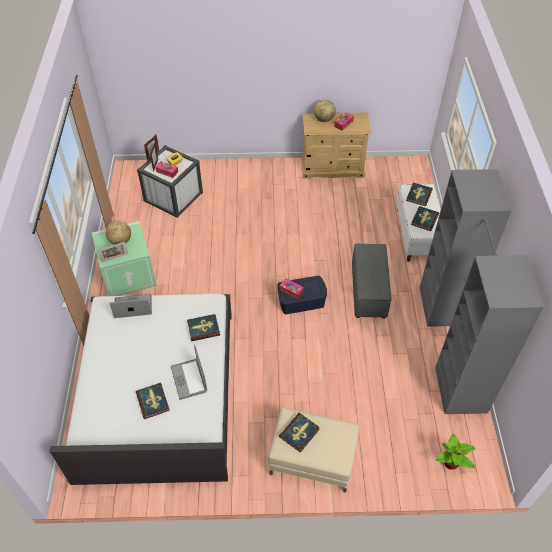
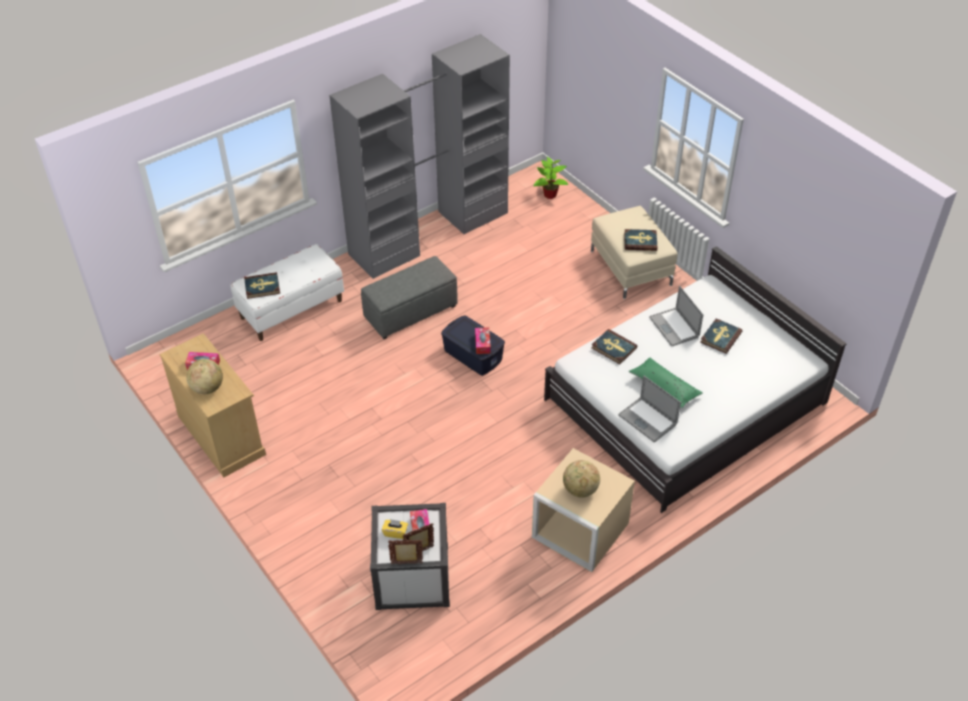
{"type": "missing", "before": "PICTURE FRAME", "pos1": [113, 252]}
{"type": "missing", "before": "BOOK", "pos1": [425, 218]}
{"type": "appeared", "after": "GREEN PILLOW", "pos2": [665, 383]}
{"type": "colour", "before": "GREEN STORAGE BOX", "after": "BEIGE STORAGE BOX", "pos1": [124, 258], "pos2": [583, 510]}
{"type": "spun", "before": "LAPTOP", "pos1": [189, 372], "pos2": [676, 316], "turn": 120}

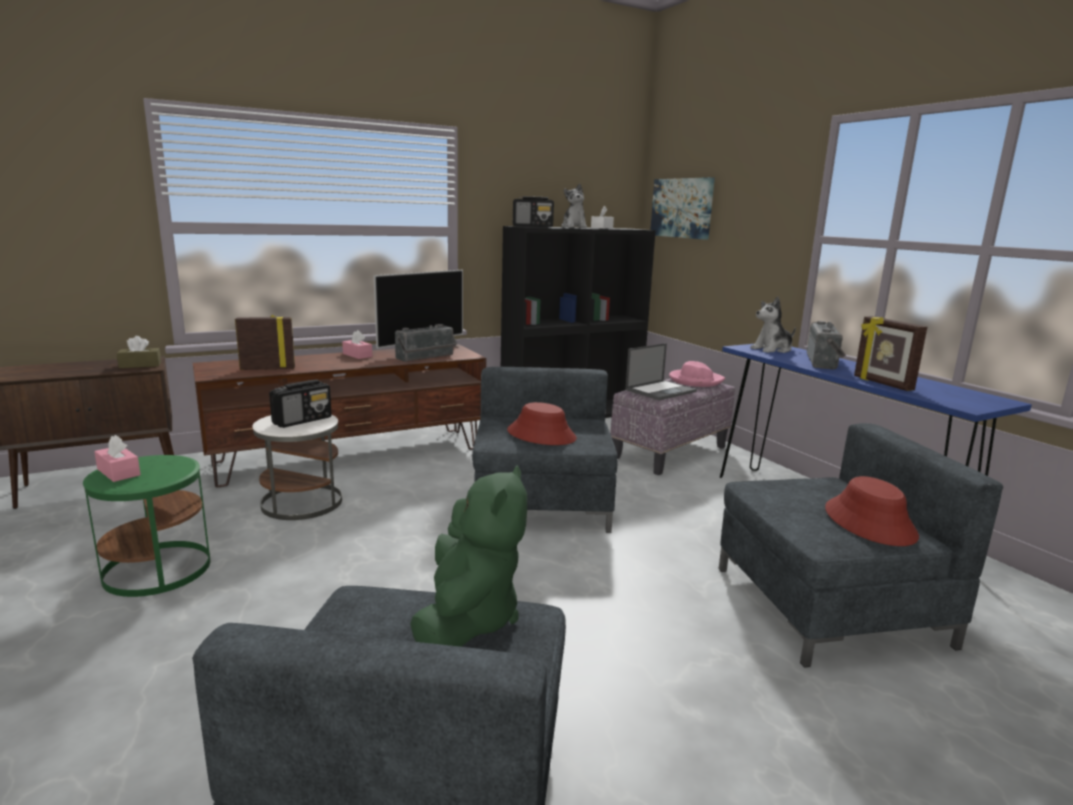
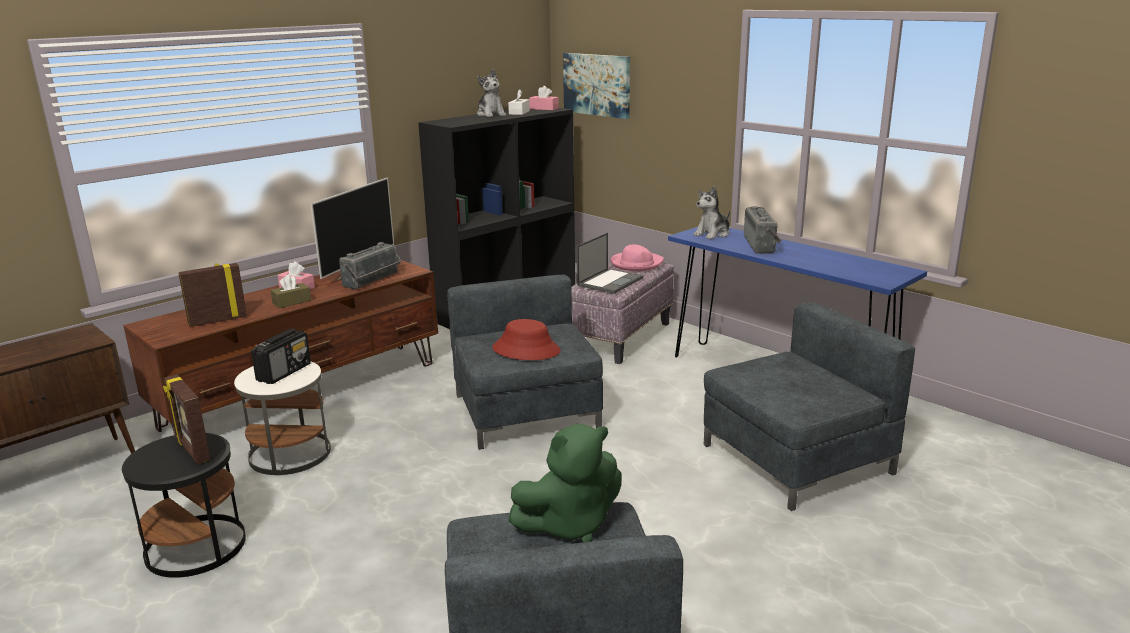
{"type": "missing", "before": "RADIO", "pos1": [533, 211]}
{"type": "missing", "before": "RED HAT", "pos1": [872, 511]}
{"type": "relocated", "before": "PINK TISSUE BOX", "pos1": [117, 458], "pos2": [544, 98]}
{"type": "relocated", "before": "BROWN TISSUE BOX", "pos1": [139, 352], "pos2": [291, 291]}
{"type": "relocated", "before": "PICTURE FRAME", "pos1": [890, 353], "pos2": [187, 419]}
{"type": "colour", "before": "GREEN SIDE TABLE", "after": "BLACK SIDE TABLE", "pos1": [147, 526], "pos2": [184, 505]}
{"type": "spun", "before": "GREEN PLUSH TOY", "pos1": [468, 556], "pos2": [565, 483], "turn": 75}

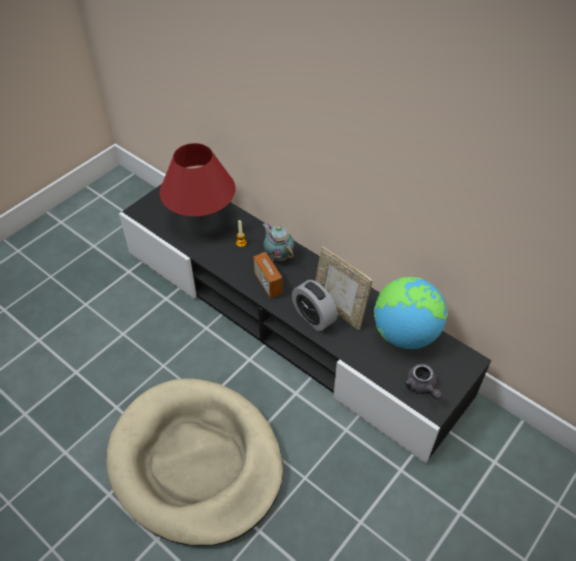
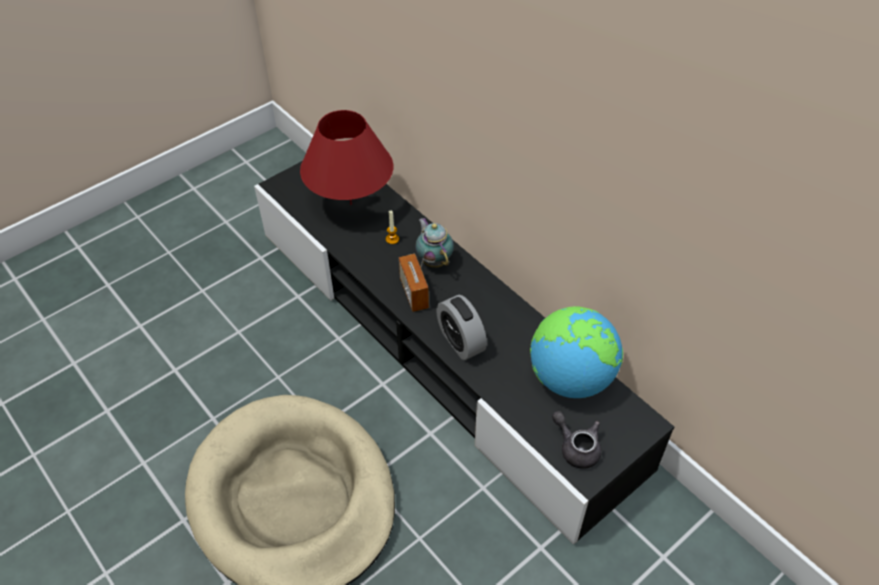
{"type": "missing", "before": "PICTURE FRAME", "pos1": [344, 288]}
{"type": "spun", "before": "GREY TEAPOT", "pos1": [423, 381], "pos2": [577, 440], "turn": 150}

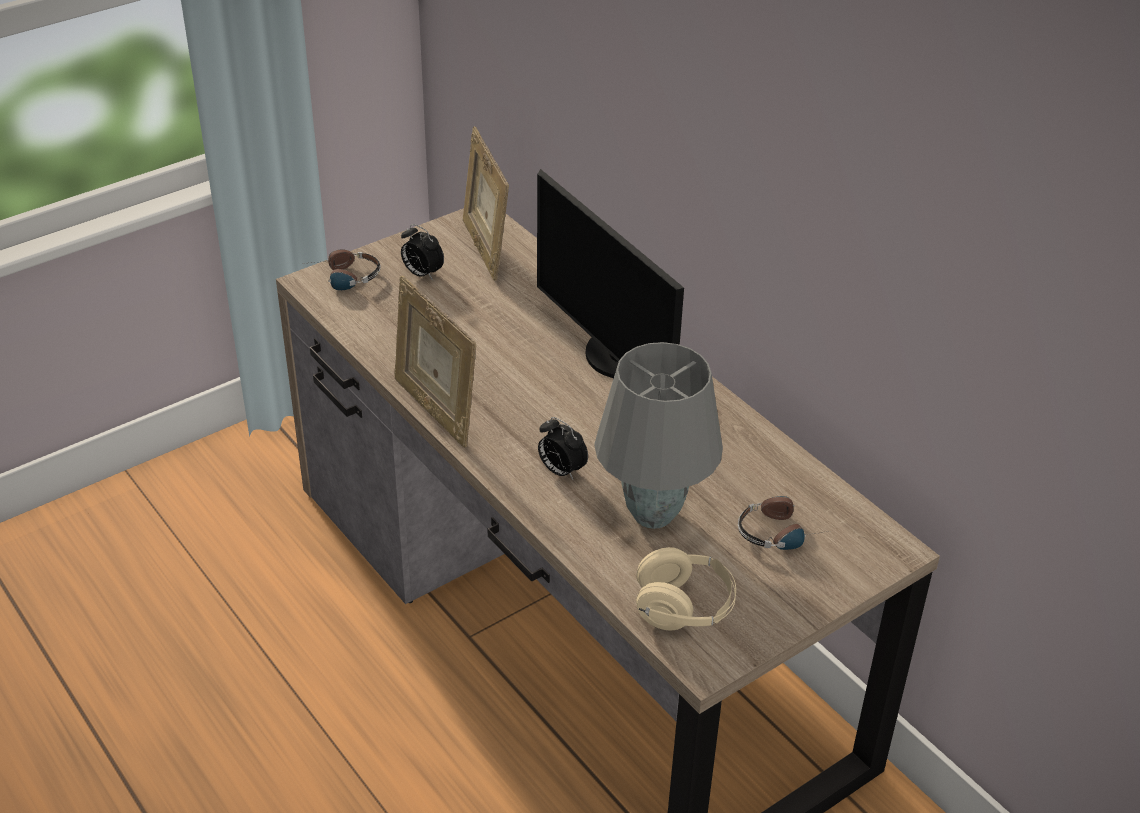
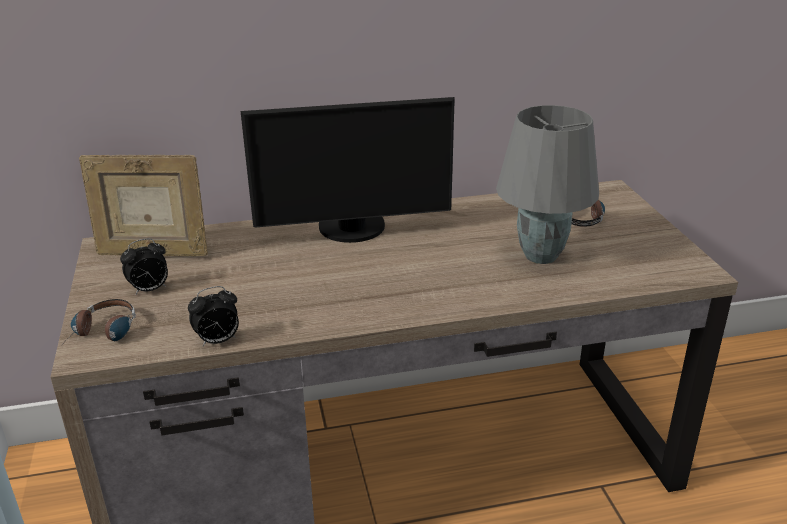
{"type": "missing", "before": "PICTURE FRAME", "pos1": [435, 361]}
{"type": "missing", "before": "BEIGE HEADPHONES", "pos1": [686, 589]}
{"type": "relocated", "before": "ALARM CLOCK", "pos1": [563, 448], "pos2": [213, 316]}

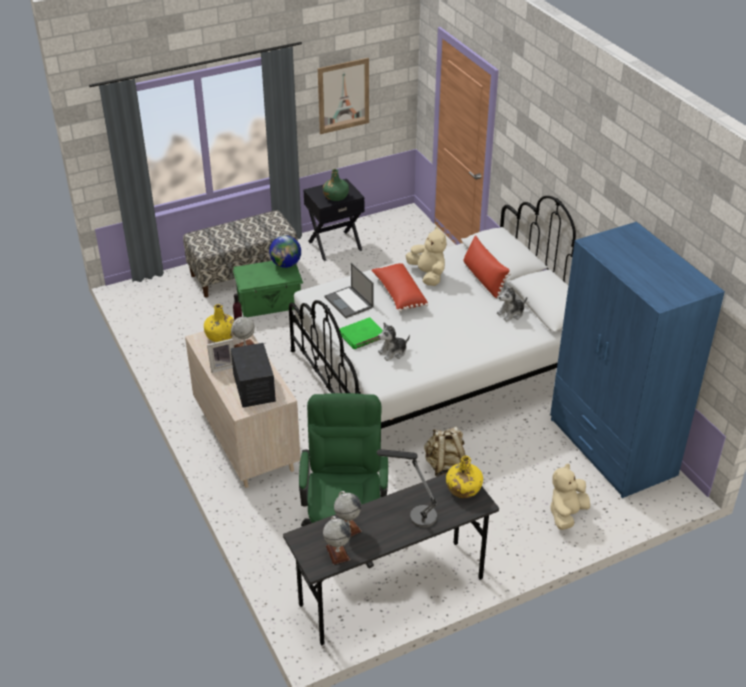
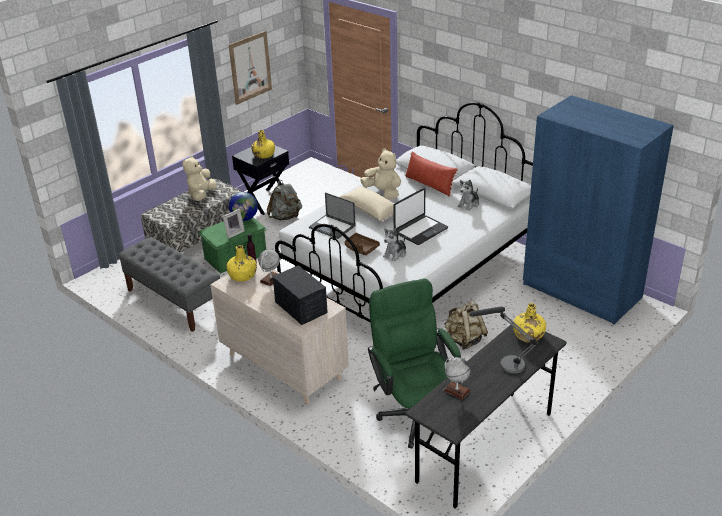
{"type": "missing", "before": "GLOBE", "pos1": [337, 540]}
{"type": "appeared", "after": "GREY BENCH", "pos2": [169, 284]}
{"type": "appeared", "after": "GREY BACKPACK", "pos2": [284, 200]}
{"type": "appeared", "after": "LAPTOP", "pos2": [420, 216]}
{"type": "relocated", "before": "PICTURE FRAME", "pos1": [220, 355], "pos2": [234, 224]}
{"type": "relocated", "before": "BEIGE PLUSH TOY", "pos1": [570, 497], "pos2": [199, 178]}
{"type": "exchanged", "before": "GREEN BOOK", "after": "BROWN TRAY", "pos1": [361, 333], "pos2": [362, 244]}
{"type": "colour", "before": "GREEN BOTTLE", "after": "YELLOW BOTTLE", "pos1": [336, 185], "pos2": [263, 144]}
{"type": "colour", "before": "RED PILLOW", "after": "BEIGE PILLOW", "pos1": [399, 287], "pos2": [366, 204]}

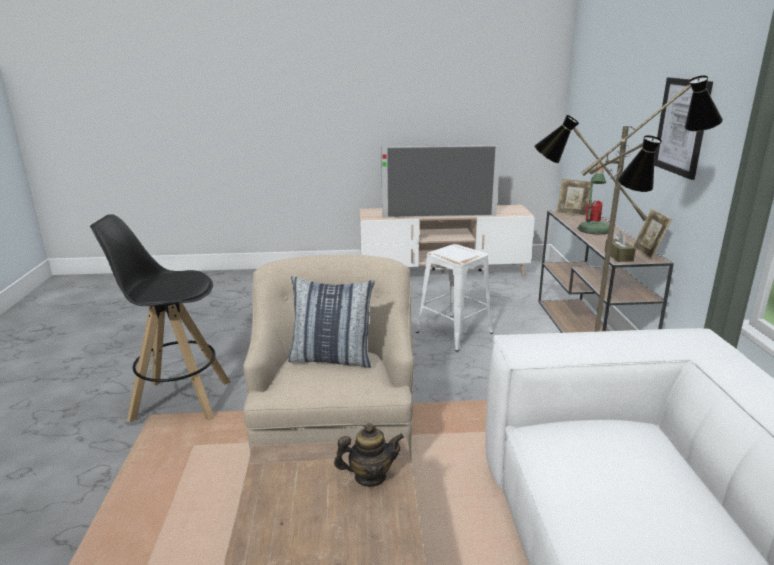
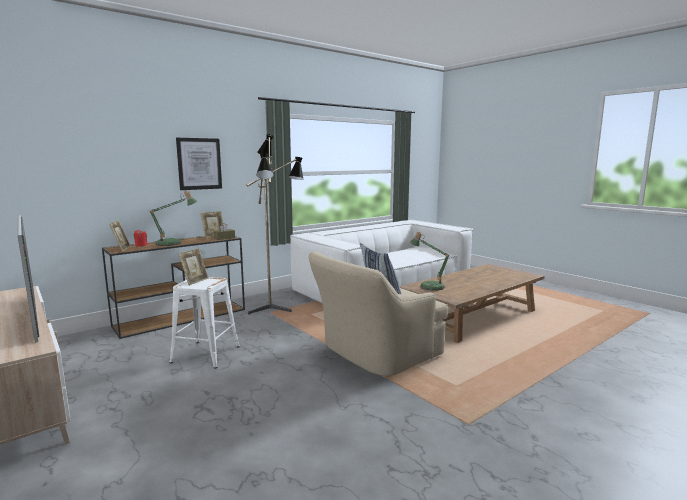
{"type": "missing", "before": "BLACK STOOL", "pos1": [160, 318]}
{"type": "appeared", "after": "PICTURE FRAME", "pos2": [193, 267]}
{"type": "exchanged", "before": "TEAPOT", "after": "TABLE LAMP", "pos1": [369, 455], "pos2": [430, 261]}

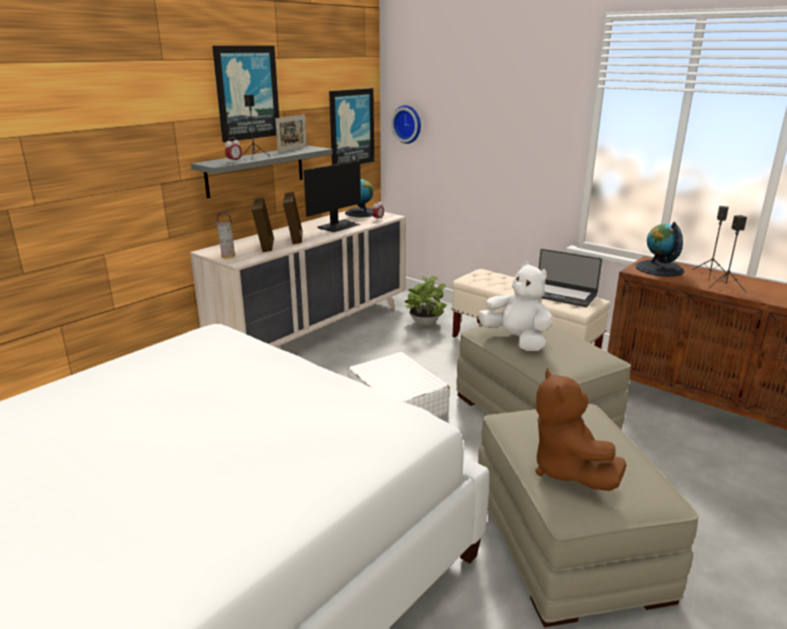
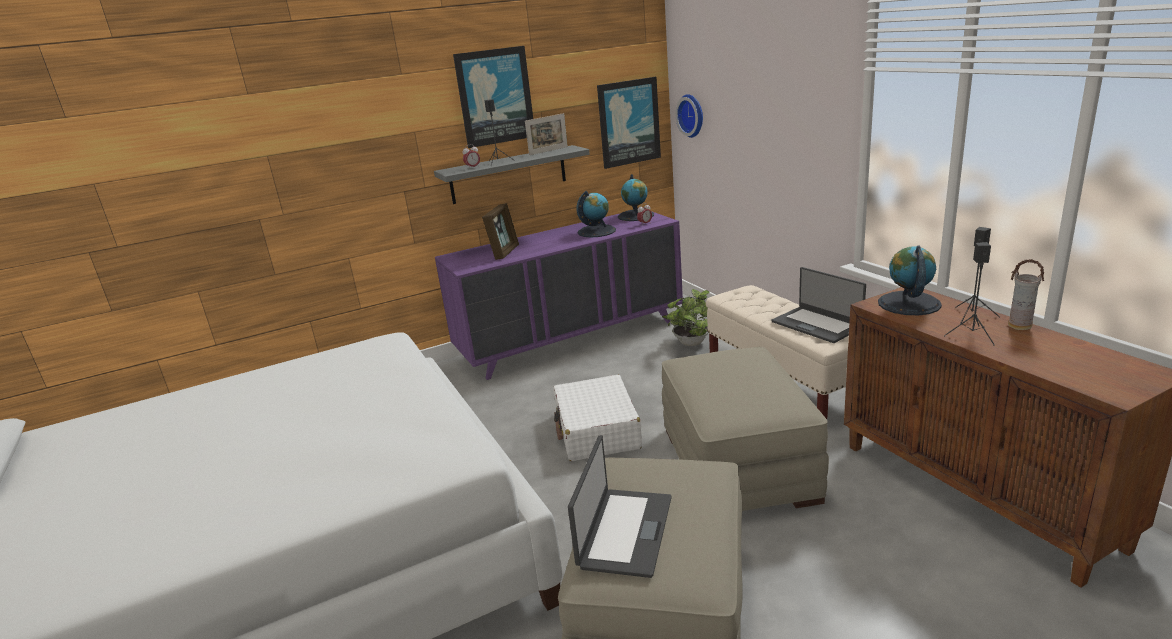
{"type": "missing", "before": "PICTURE FRAME", "pos1": [293, 218]}
{"type": "missing", "before": "WHITE PLUSH TOY", "pos1": [515, 306]}
{"type": "relocated", "before": "VASE", "pos1": [225, 235], "pos2": [1026, 294]}
{"type": "exchanged", "before": "MONITOR", "after": "GLOBE", "pos1": [332, 196], "pos2": [596, 214]}
{"type": "exchanged", "before": "BROWN PLUSH TOY", "after": "LAPTOP", "pos1": [580, 429], "pos2": [620, 506]}
{"type": "colour", "before": "BEIGE DRESSER", "after": "PURPLE DRESSER", "pos1": [298, 277], "pos2": [559, 296]}

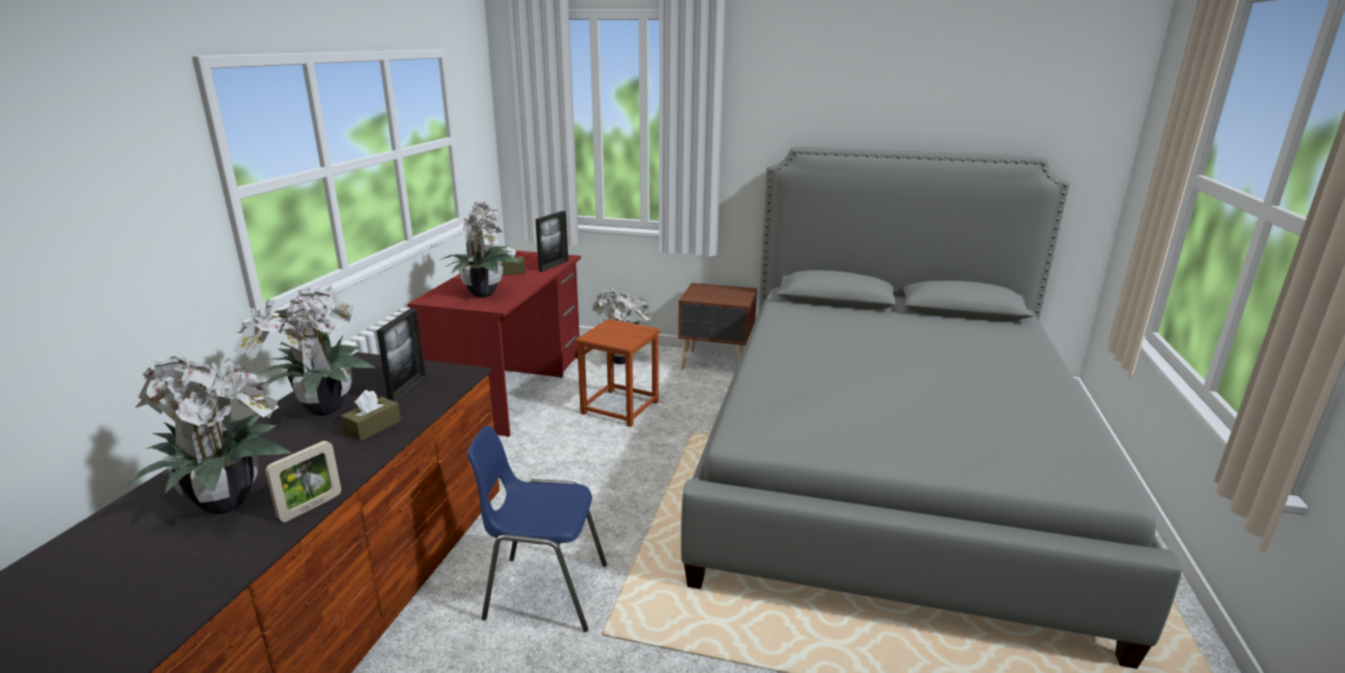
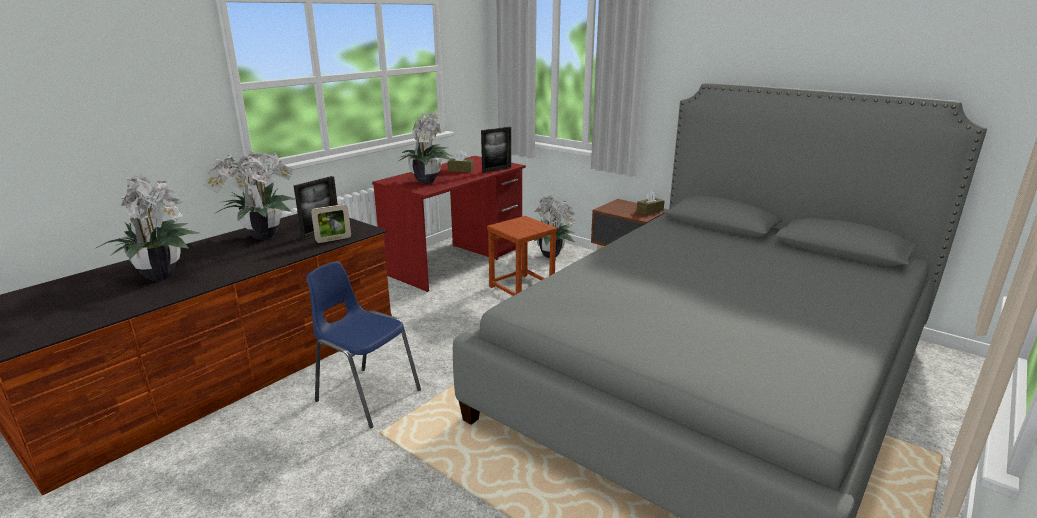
{"type": "relocated", "before": "PICTURE FRAME", "pos1": [303, 481], "pos2": [331, 223]}
{"type": "relocated", "before": "BROWN TISSUE BOX", "pos1": [371, 415], "pos2": [650, 203]}

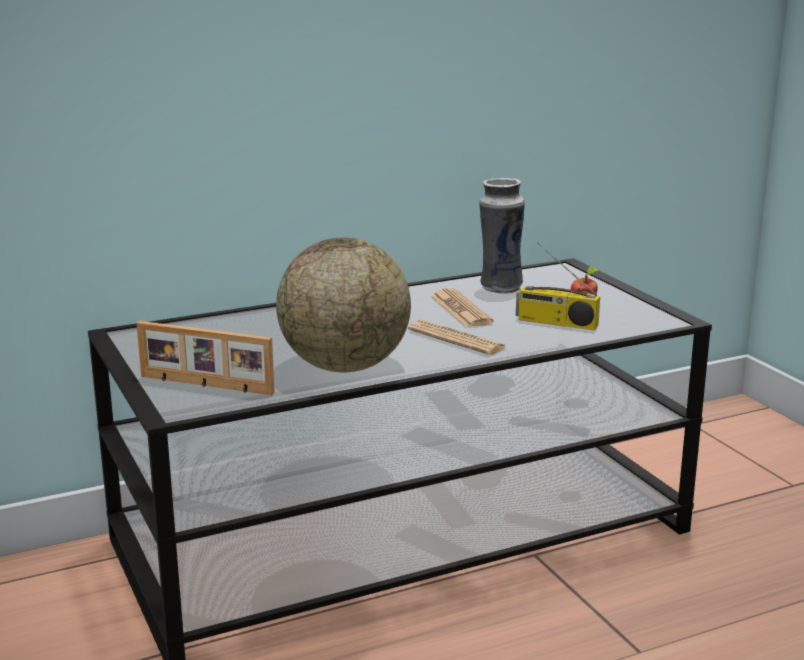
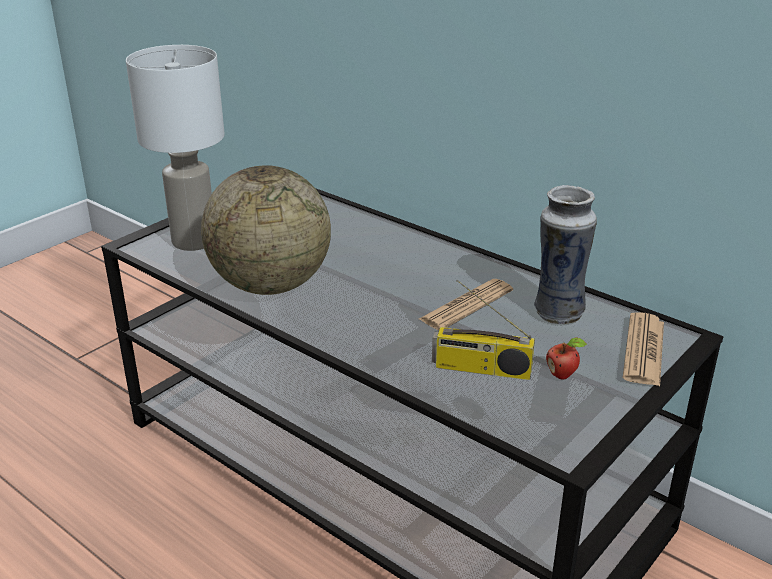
{"type": "relocated", "before": "NEWSPAPER", "pos1": [458, 337], "pos2": [643, 349]}
{"type": "exchanged", "before": "PICTURE FRAME", "after": "WHITE TABLE LAMP", "pos1": [206, 358], "pos2": [175, 148]}
{"type": "spun", "before": "RADIO", "pos1": [558, 287], "pos2": [483, 330], "turn": -75}

